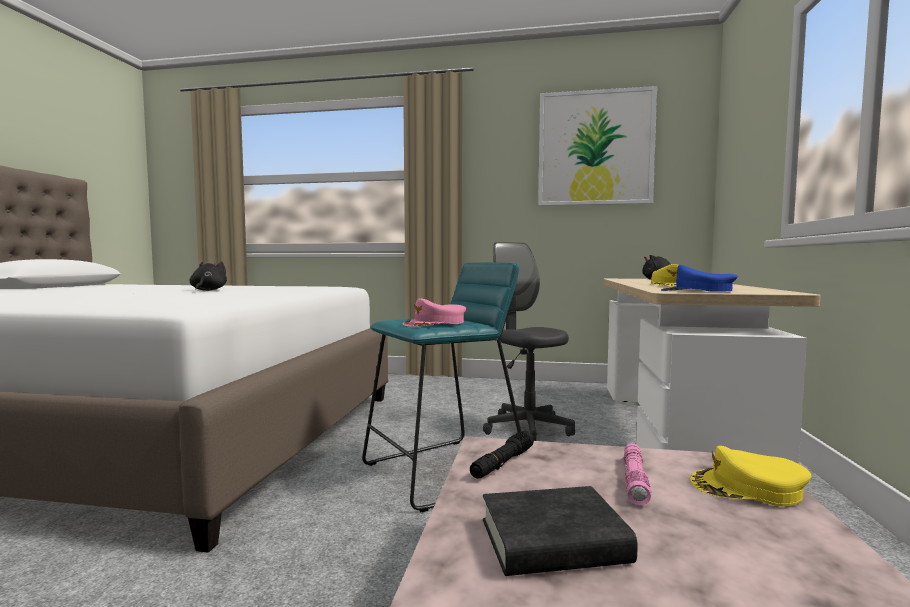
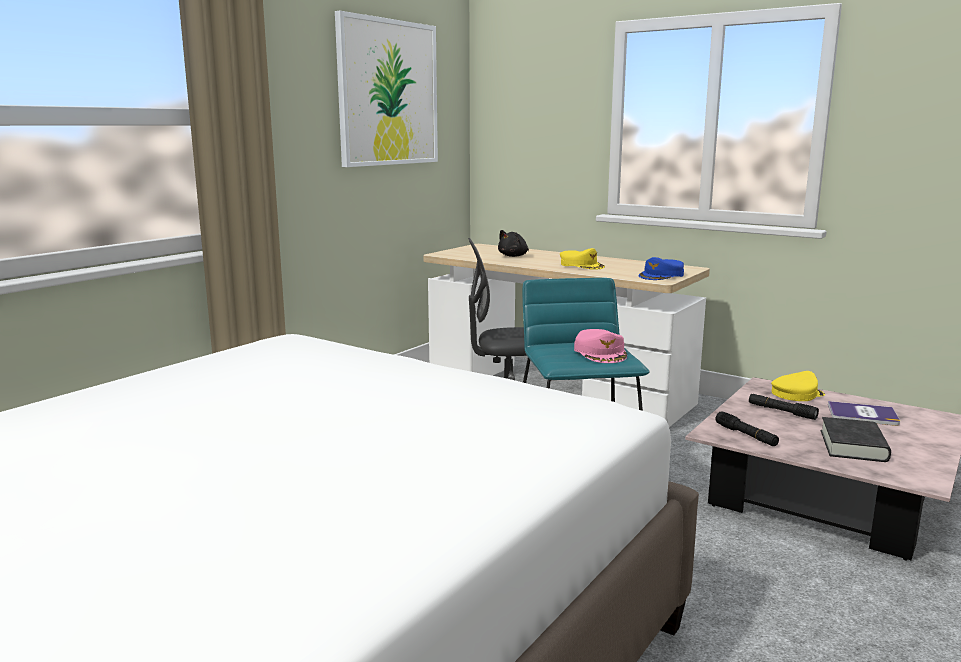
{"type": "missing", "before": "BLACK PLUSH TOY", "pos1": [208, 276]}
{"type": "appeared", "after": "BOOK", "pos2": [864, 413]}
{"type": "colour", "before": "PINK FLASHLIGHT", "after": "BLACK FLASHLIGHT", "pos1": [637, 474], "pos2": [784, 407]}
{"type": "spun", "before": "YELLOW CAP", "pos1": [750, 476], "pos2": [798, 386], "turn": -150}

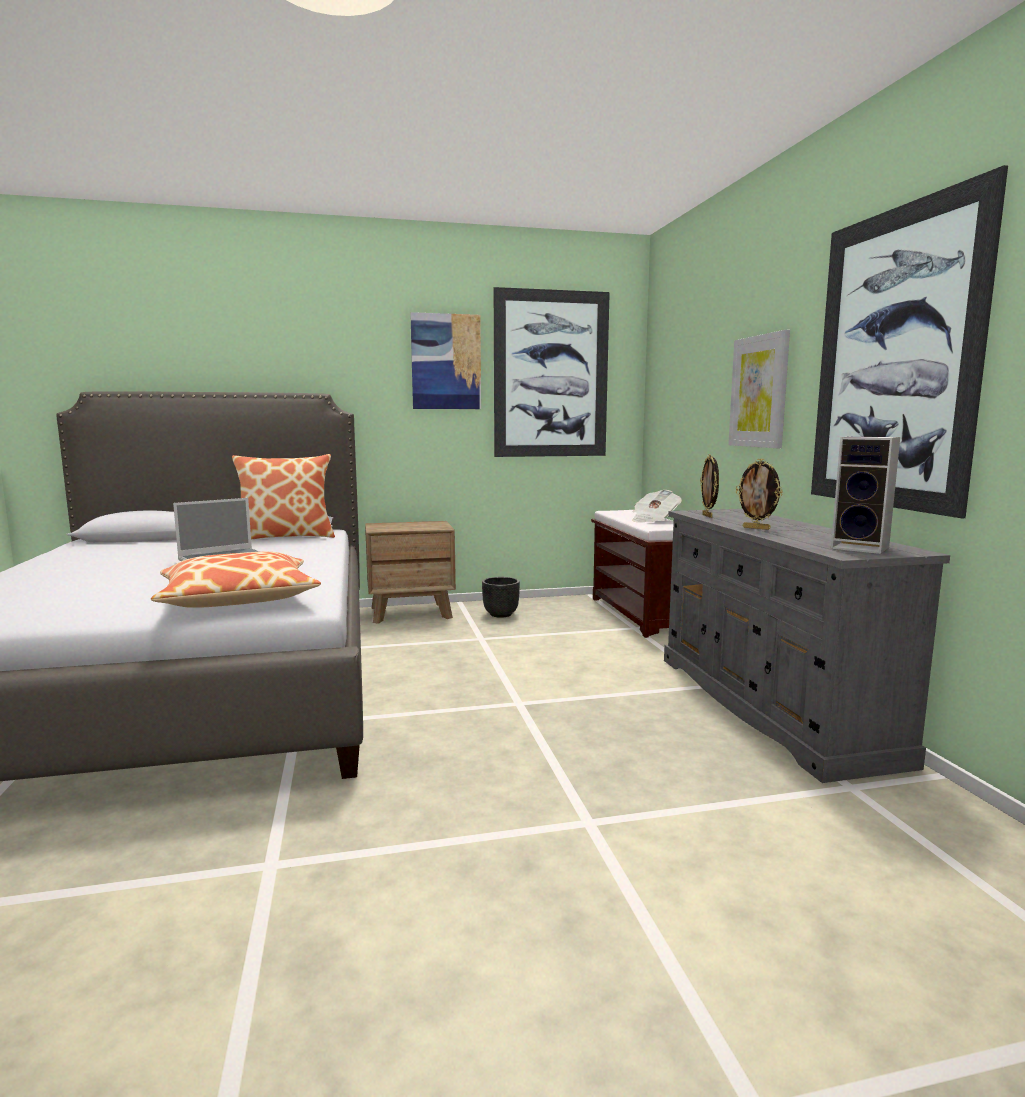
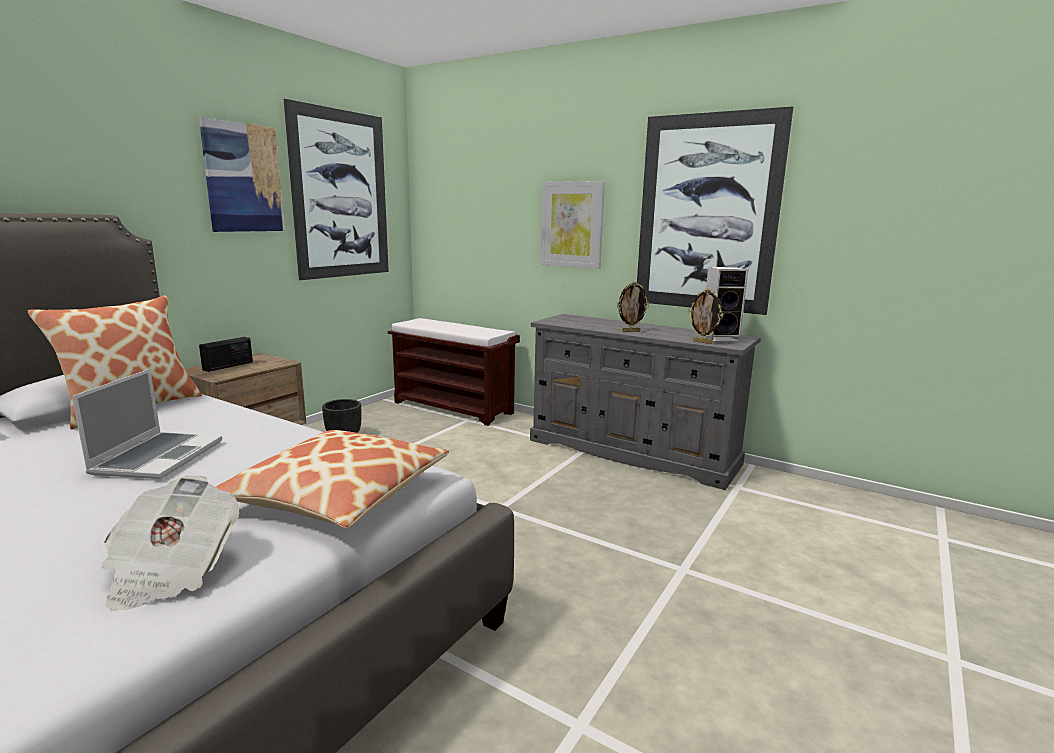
{"type": "appeared", "after": "RADIO", "pos2": [226, 354]}
{"type": "relocated", "before": "NEWSPAPER", "pos1": [657, 506], "pos2": [170, 543]}
{"type": "relocated", "before": "PICTURE FRAME", "pos1": [709, 486], "pos2": [705, 316]}

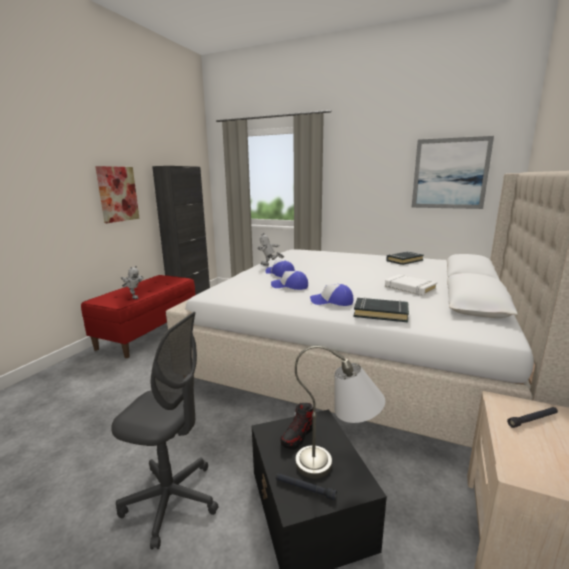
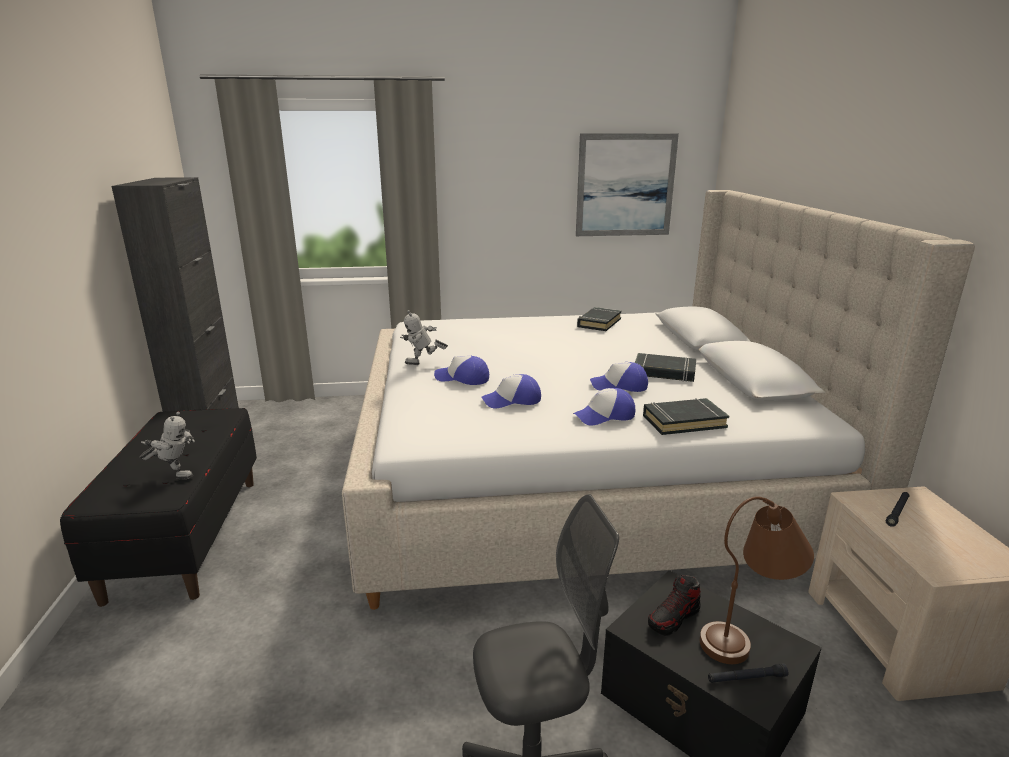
{"type": "missing", "before": "PICTURE", "pos1": [117, 194]}
{"type": "appeared", "after": "CAP", "pos2": [619, 377]}
{"type": "colour", "before": "RED BENCH", "after": "BLACK BENCH", "pos1": [138, 316], "pos2": [158, 507]}
{"type": "colour", "before": "GREY TABLE LAMP", "after": "BROWN TABLE LAMP", "pos1": [340, 412], "pos2": [757, 580]}
{"type": "colour", "before": "WHITE BOOK", "after": "BLACK BOOK", "pos1": [411, 285], "pos2": [665, 367]}
{"type": "spun", "before": "SHOE", "pos1": [296, 426], "pos2": [674, 605], "turn": 45}

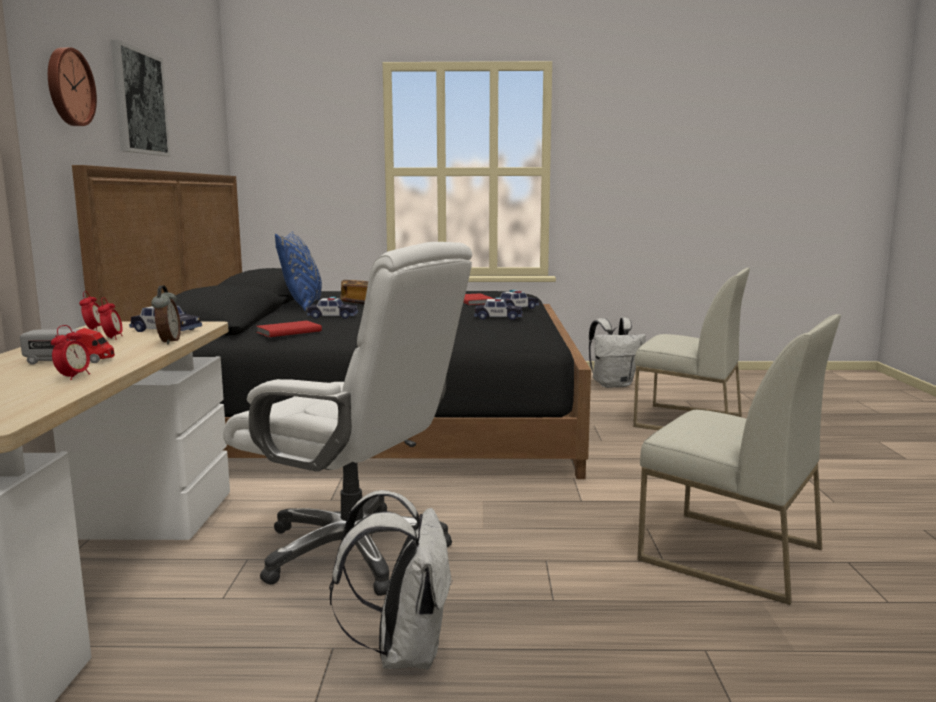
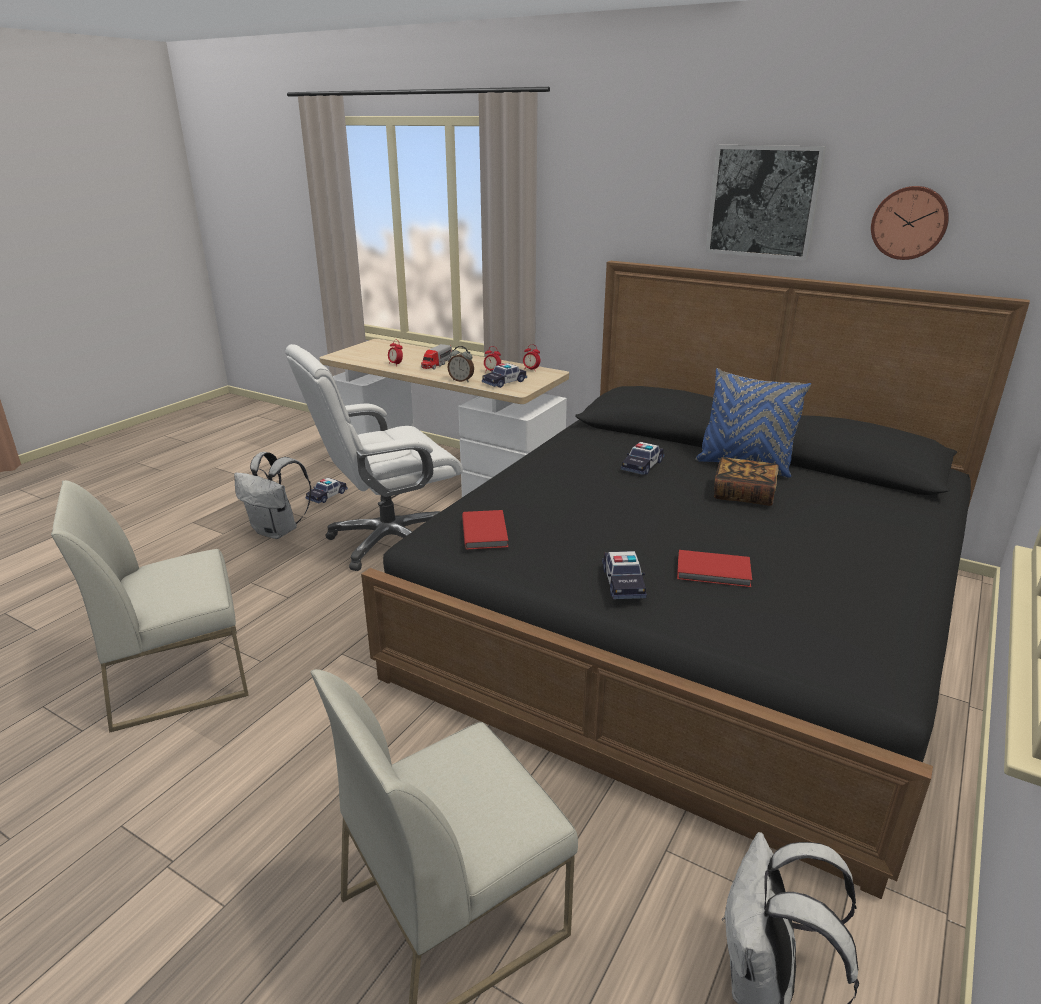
{"type": "relocated", "before": "WALL CLOCK", "pos1": [72, 86], "pos2": [910, 223]}
{"type": "relocated", "before": "RED BOOK", "pos1": [289, 329], "pos2": [485, 529]}
{"type": "relocated", "before": "TOY CAR", "pos1": [498, 309], "pos2": [327, 491]}

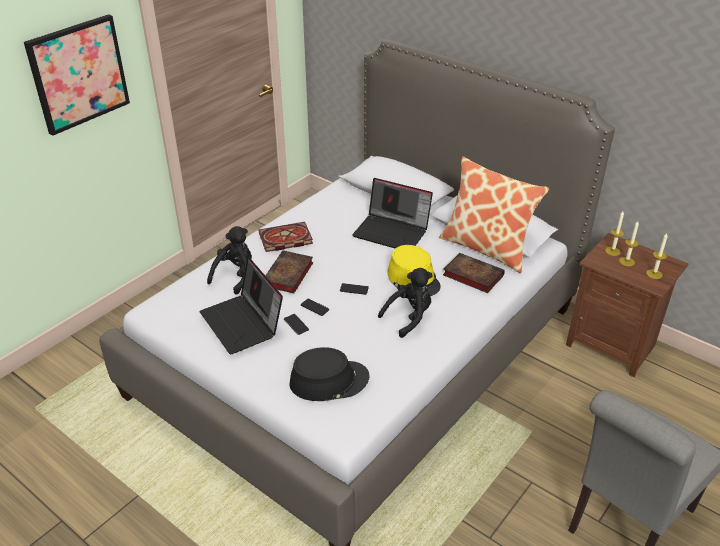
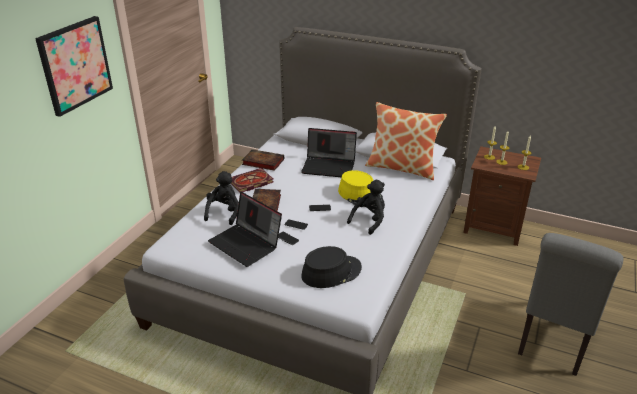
{"type": "relocated", "before": "BOOK", "pos1": [474, 273], "pos2": [263, 160]}

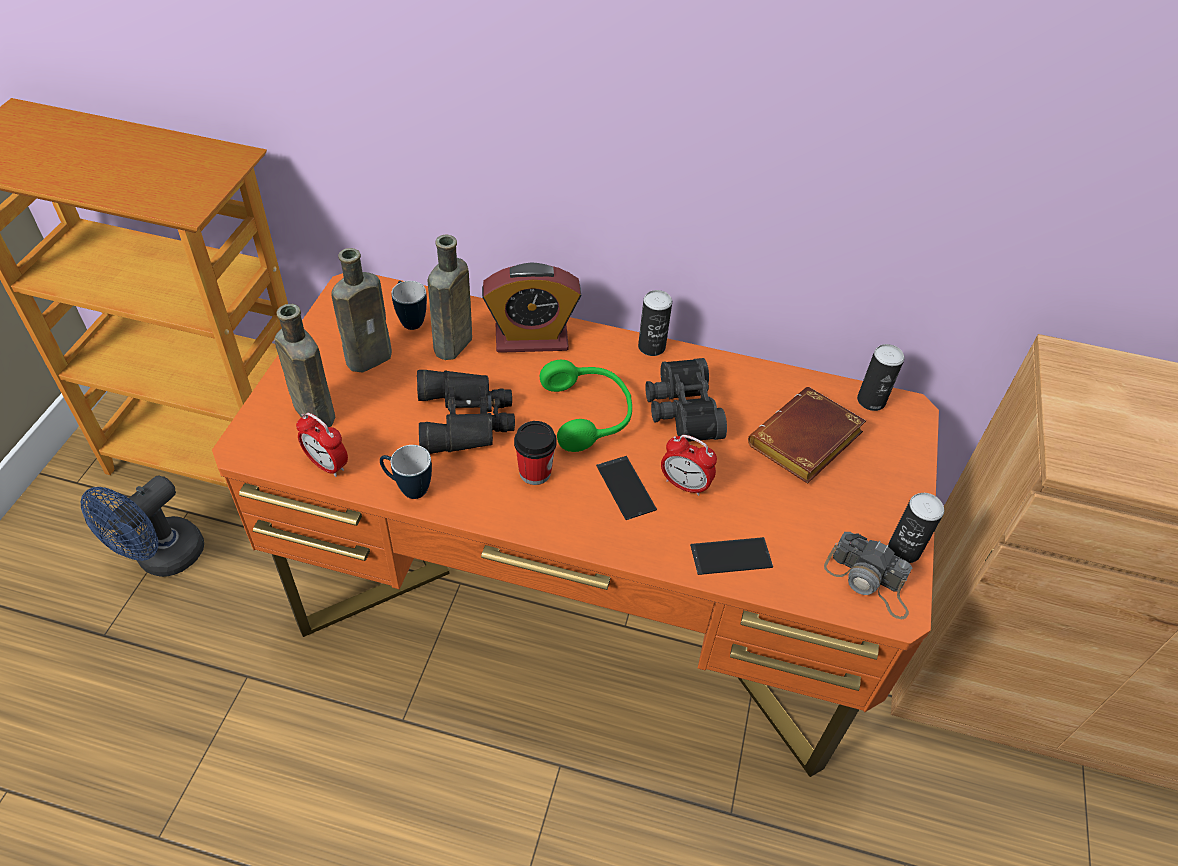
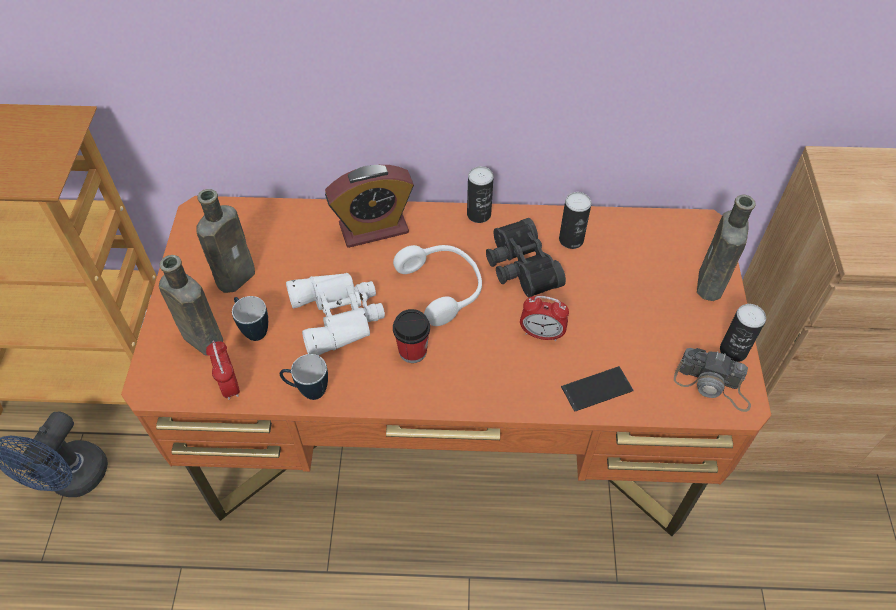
{"type": "missing", "before": "PHONE", "pos1": [626, 488]}
{"type": "missing", "before": "BROWN BOOK", "pos1": [807, 435]}
{"type": "relocated", "before": "MUG", "pos1": [409, 305], "pos2": [250, 318]}
{"type": "relocated", "before": "BROWN BOTTLE", "pos1": [450, 297], "pos2": [726, 248]}
{"type": "relocated", "before": "CAN", "pos1": [881, 377], "pos2": [575, 220]}
{"type": "colour", "before": "BLACK BINOCULARS", "after": "WHITE BINOCULARS", "pos1": [466, 412], "pos2": [335, 314]}
{"type": "colour", "before": "GREEN HEADPHONES", "after": "WHITE HEADPHONES", "pos1": [586, 406], "pos2": [437, 285]}
{"type": "spun", "before": "ALARM CLOCK", "pos1": [322, 445], "pos2": [223, 370], "turn": 45}

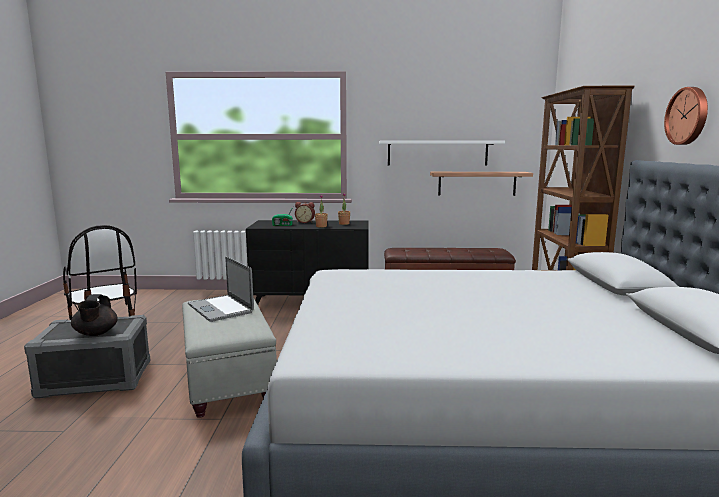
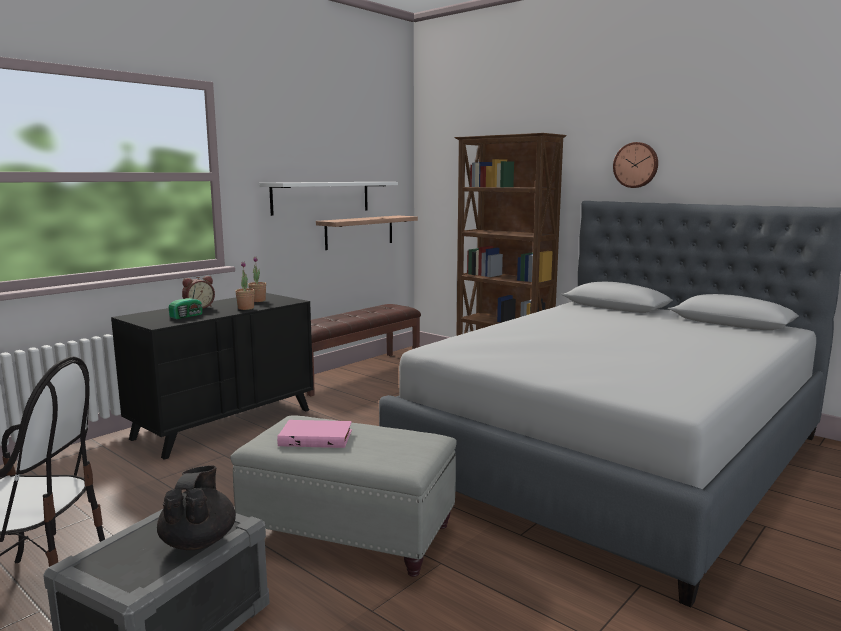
{"type": "exchanged", "before": "LAPTOP", "after": "PINK BOOK", "pos1": [221, 289], "pos2": [314, 434]}
{"type": "spun", "before": "BLACK TEAPOT", "pos1": [94, 315], "pos2": [196, 507], "turn": -120}

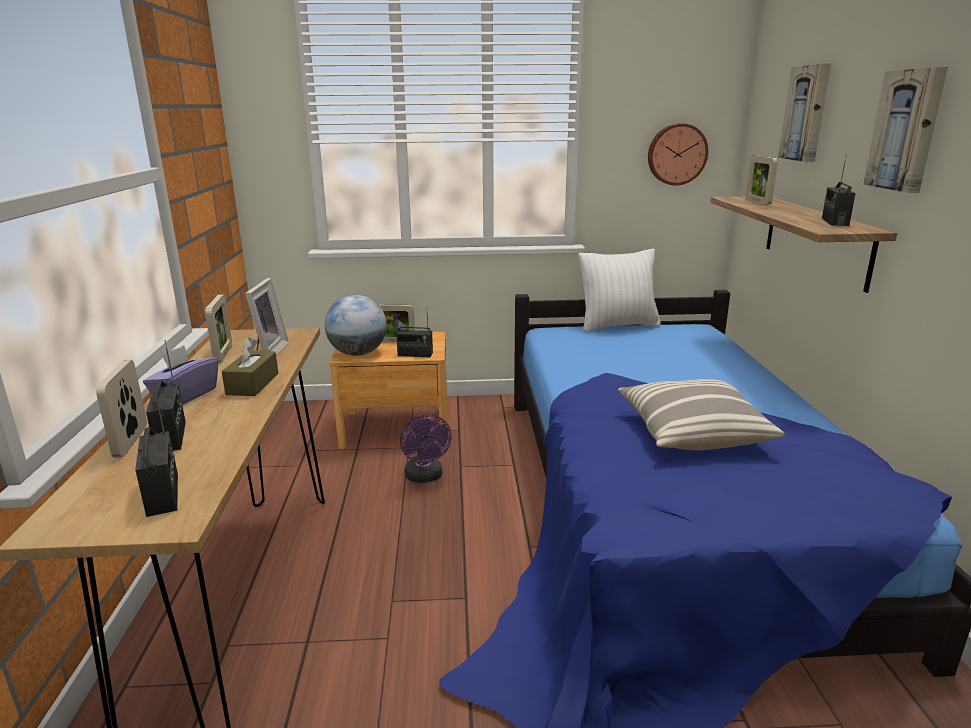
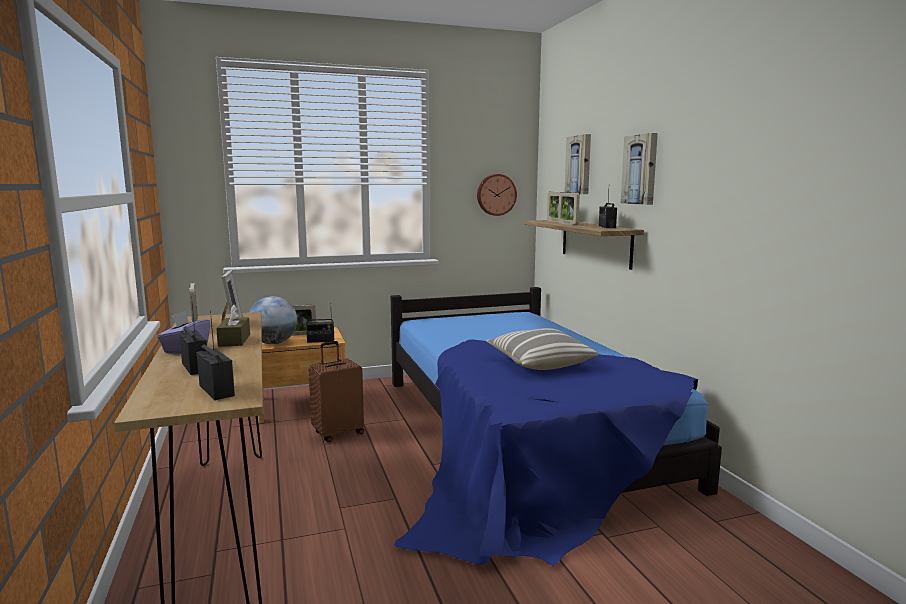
{"type": "missing", "before": "WHITE PILLOW", "pos1": [619, 290]}
{"type": "relocated", "before": "PICTURE FRAME", "pos1": [121, 409], "pos2": [569, 208]}
{"type": "exchanged", "before": "PURPLE FAN", "after": "BROWN SUITCASE", "pos1": [426, 448], "pos2": [336, 391]}

